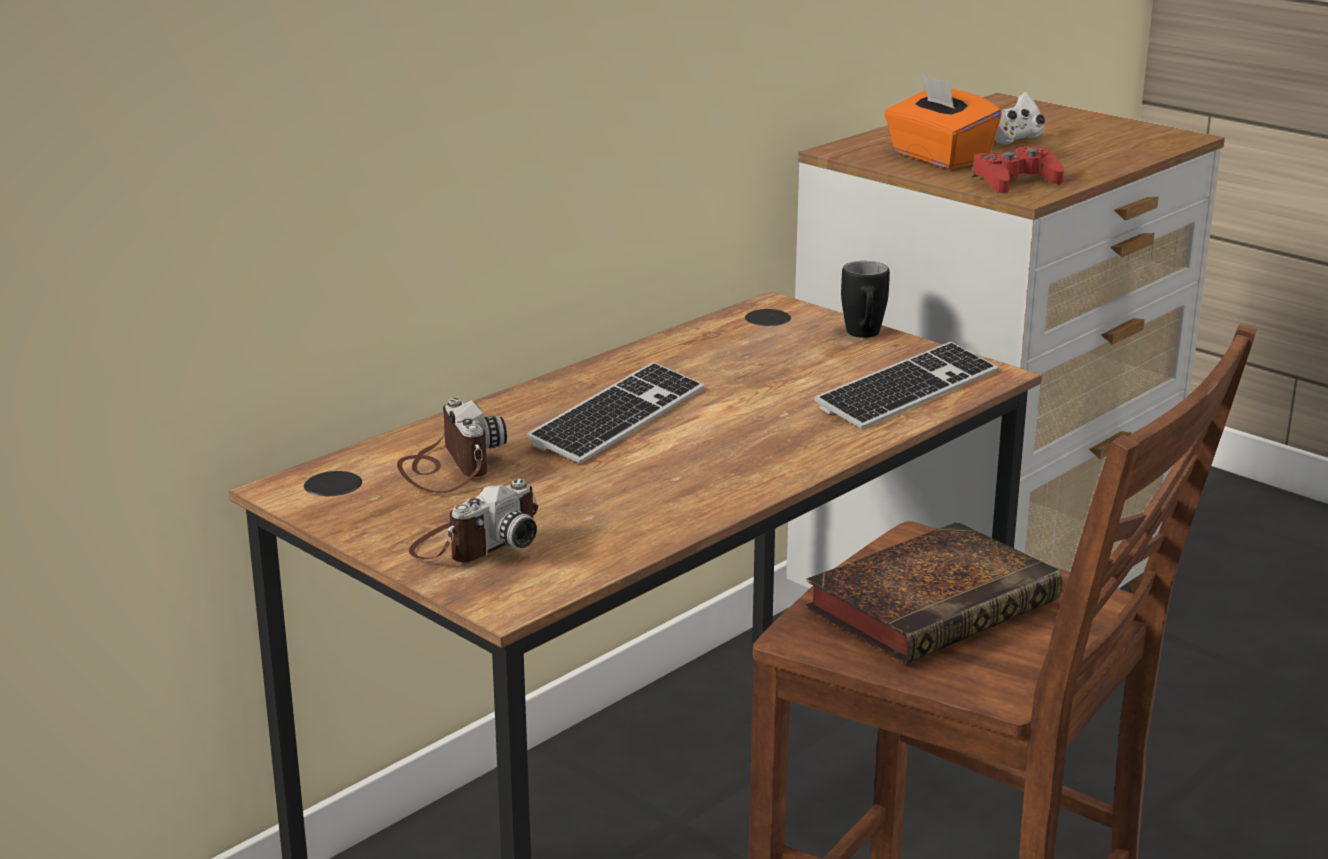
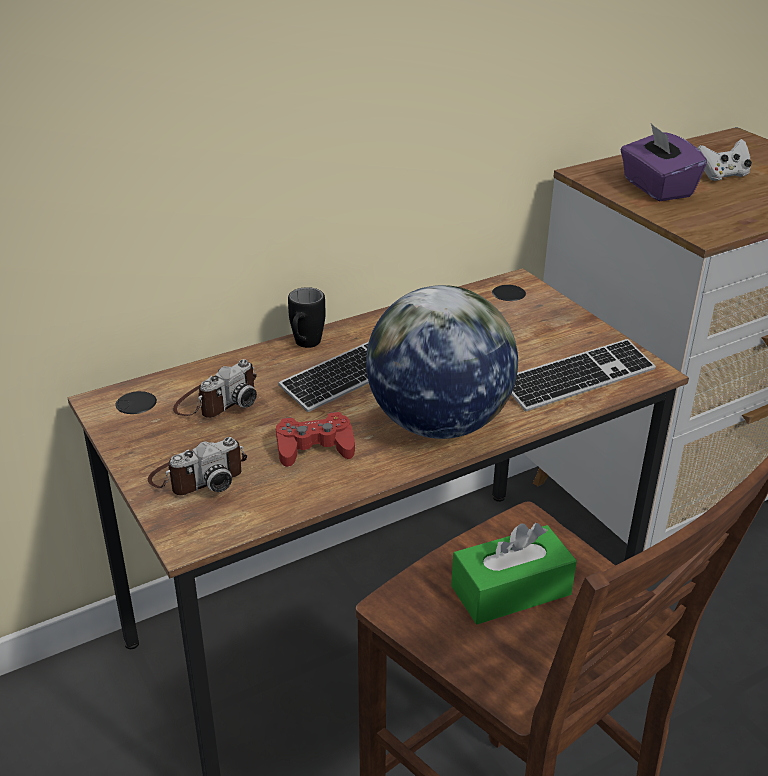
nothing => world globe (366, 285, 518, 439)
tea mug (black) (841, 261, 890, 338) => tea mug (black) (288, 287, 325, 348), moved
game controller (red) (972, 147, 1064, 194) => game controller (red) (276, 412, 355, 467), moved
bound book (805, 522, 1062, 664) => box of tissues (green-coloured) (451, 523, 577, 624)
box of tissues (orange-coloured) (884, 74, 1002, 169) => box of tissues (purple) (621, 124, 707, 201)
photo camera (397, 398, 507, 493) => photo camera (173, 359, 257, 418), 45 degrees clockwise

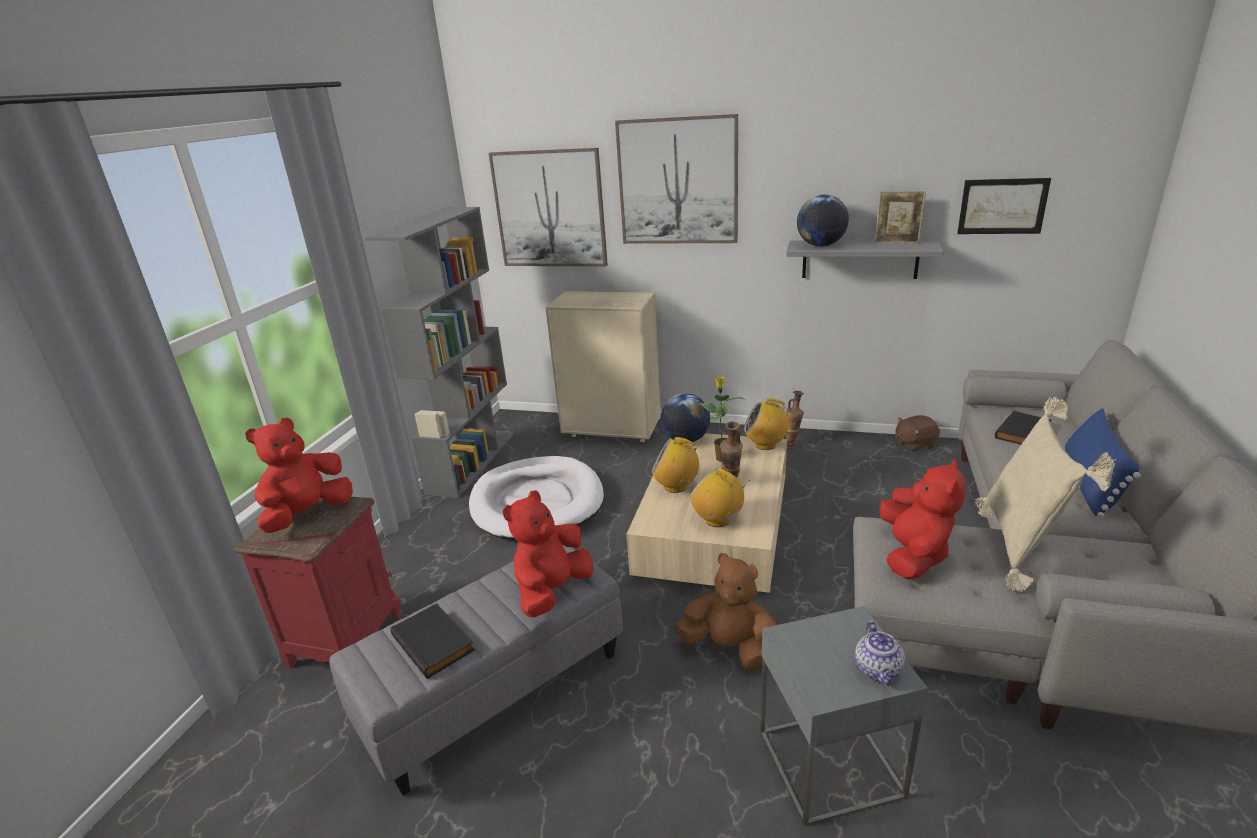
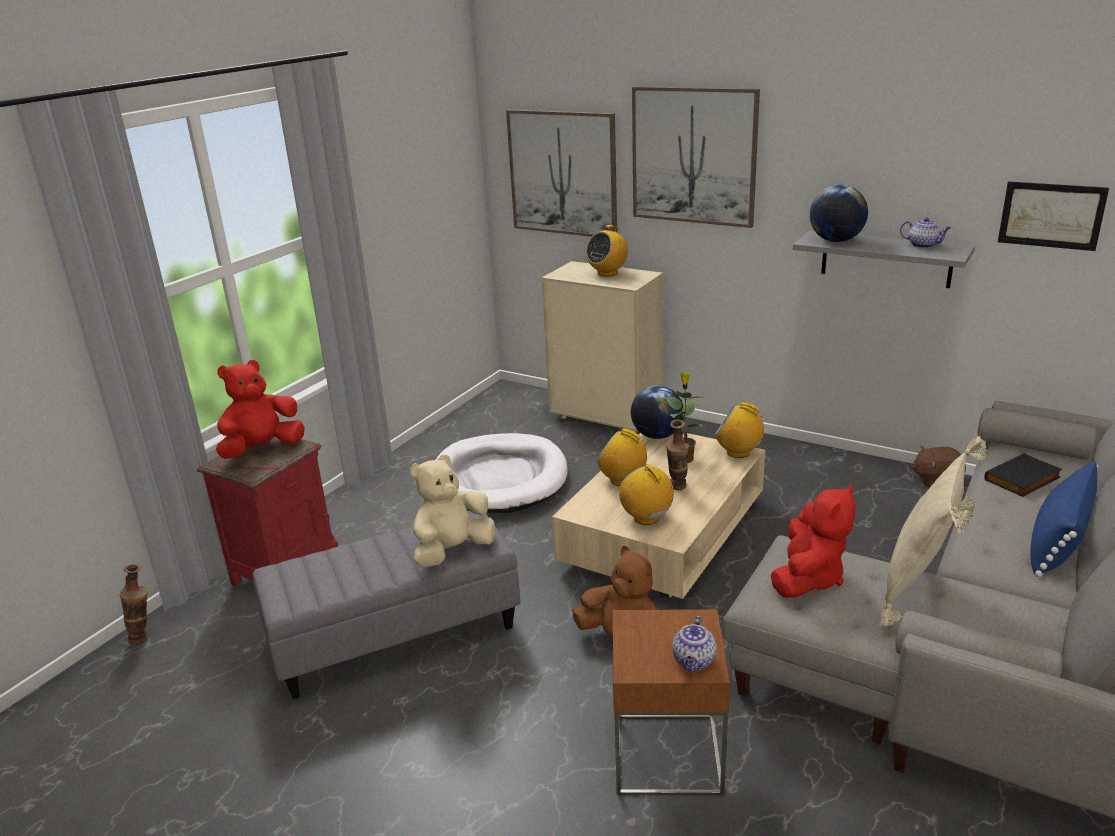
shelving unit (gray) (365, 207, 515, 498) => nothing
bound book (black) (391, 603, 475, 679) => nothing
nothing => radio receiver (586, 225, 628, 276)
vase (784, 391, 804, 449) => vase (120, 564, 148, 644), moved
photo frame (875, 191, 926, 243) => pot for tea (900, 217, 951, 248)
soft toy (red) (503, 490, 593, 618) => soft toy (beige-coloured) (410, 455, 495, 568)
accent table (gray) (760, 606, 928, 826) => accent table (brownish) (612, 609, 730, 796)

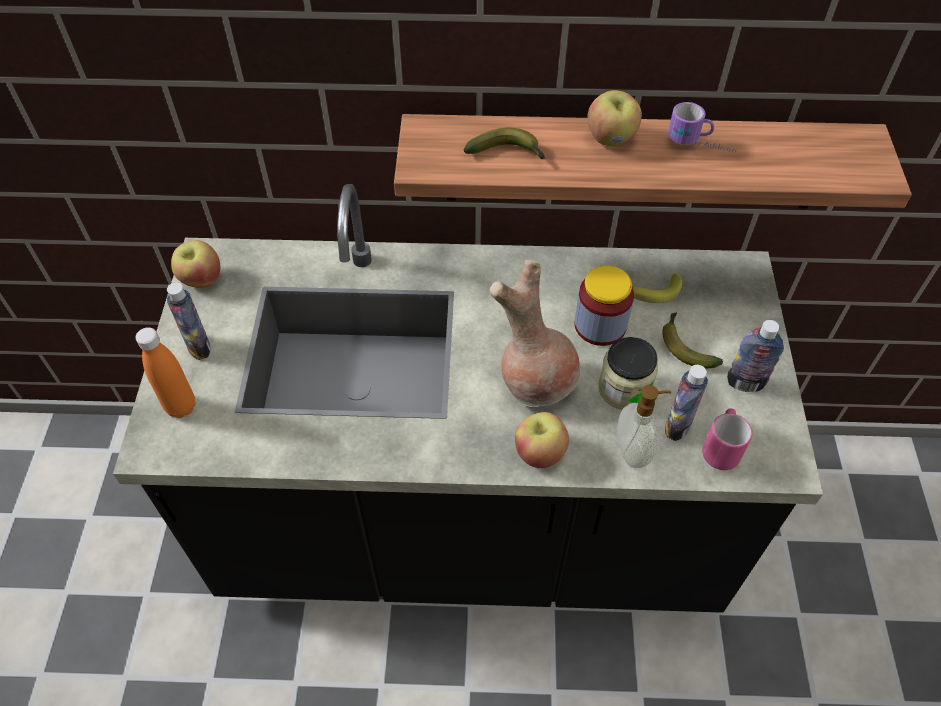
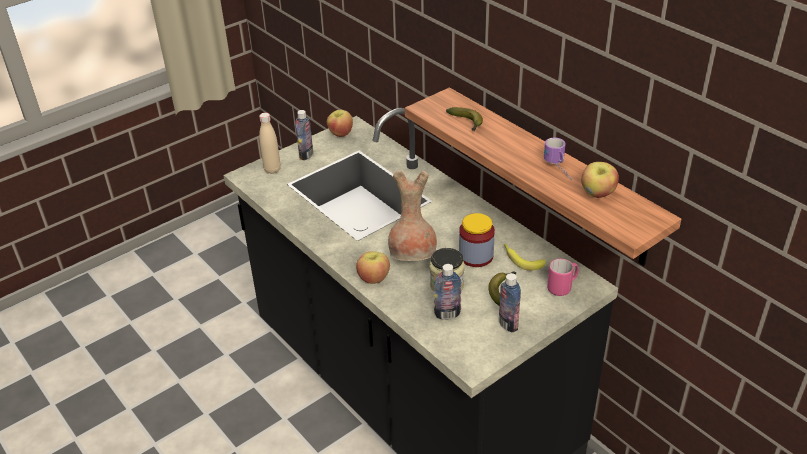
soap dispenser (617, 385, 671, 468) => nothing
whole apple (587, 90, 642, 146) => whole apple (581, 162, 619, 198), moved
tea mug (pink-coloured) (702, 408, 752, 470) => tea mug (pink-coloured) (547, 258, 579, 296), moved
beverage bottle (orange-coloured) (135, 327, 195, 418) => beverage bottle (beige-coloured) (259, 113, 281, 174)

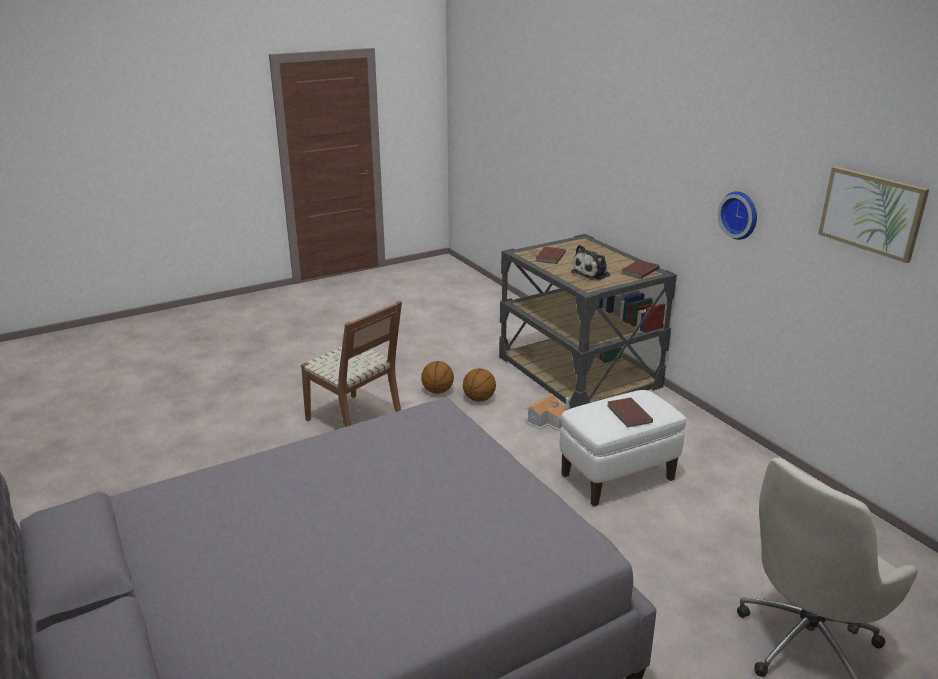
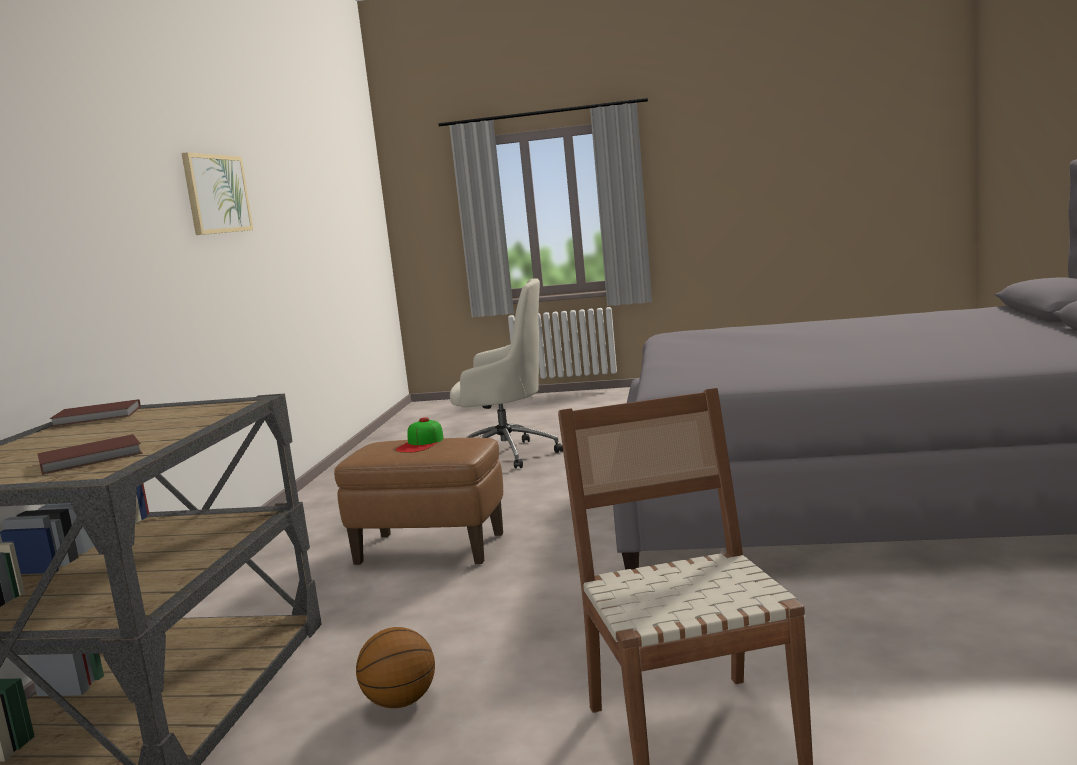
basketball (421, 361, 454, 394) => nothing
miniature house (524, 394, 570, 431) => nothing
soft toy (571, 245, 611, 280) => nothing
clock on the wall (718, 191, 757, 240) => nothing
bound book (brownish) (607, 397, 653, 428) => peaked cap (396, 417, 444, 453)
footrest (white) (560, 390, 686, 506) => footrest (brownish) (334, 438, 503, 565)

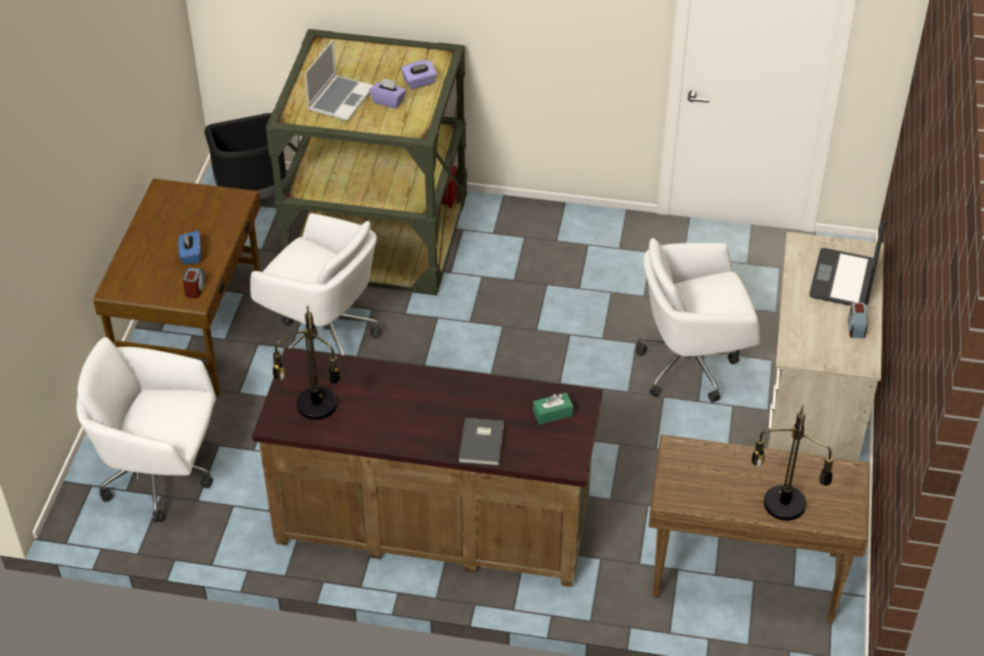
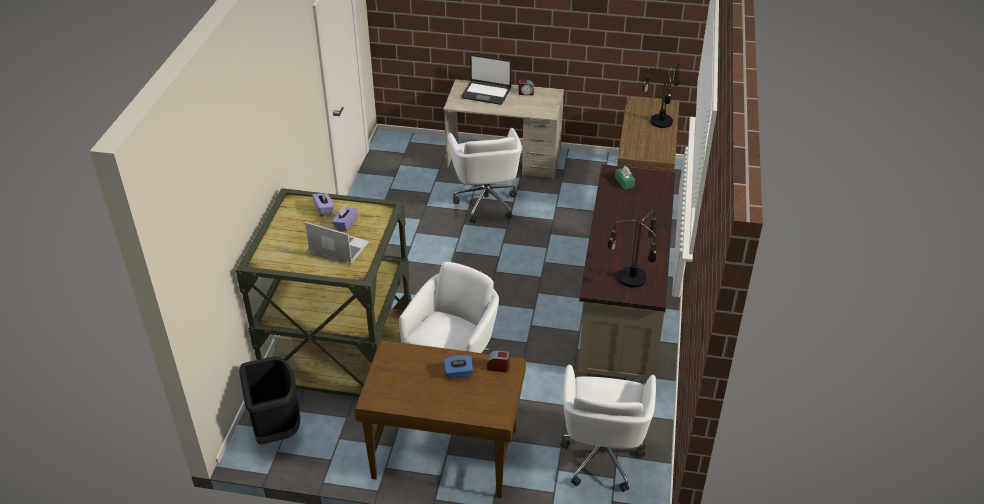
bound book (gray) (458, 418, 504, 466) => nothing

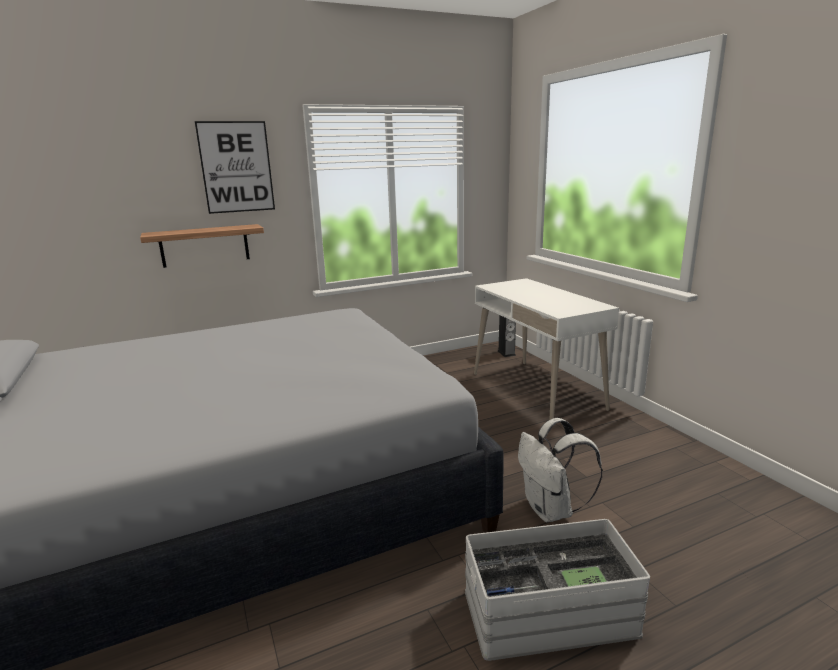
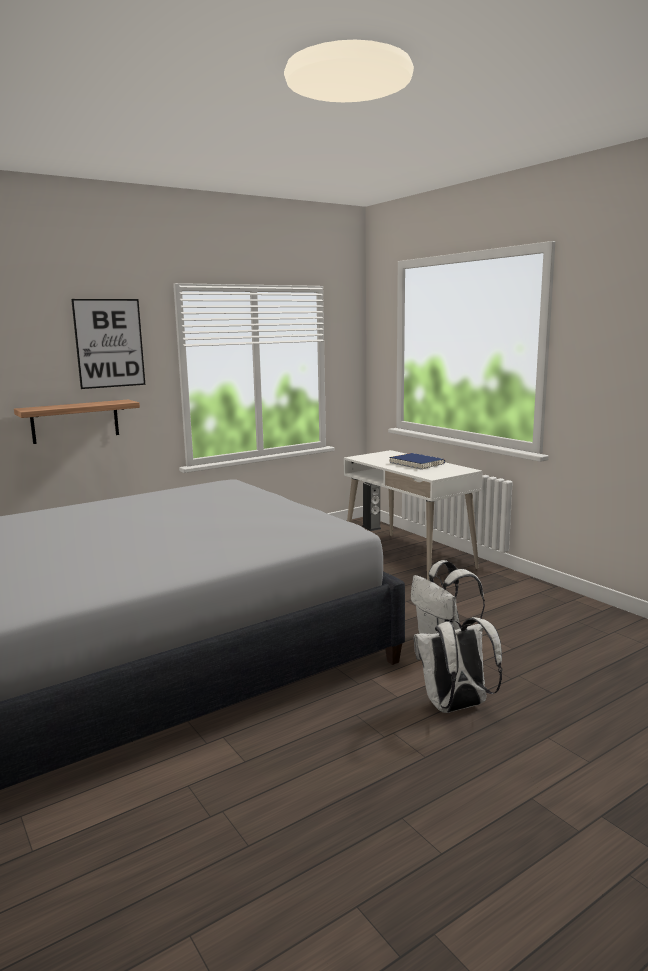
nothing => bound book (blue-coloured) (389, 453, 445, 470)
storage bin (gray) (465, 519, 650, 661) => backpack (white) (414, 617, 502, 713)

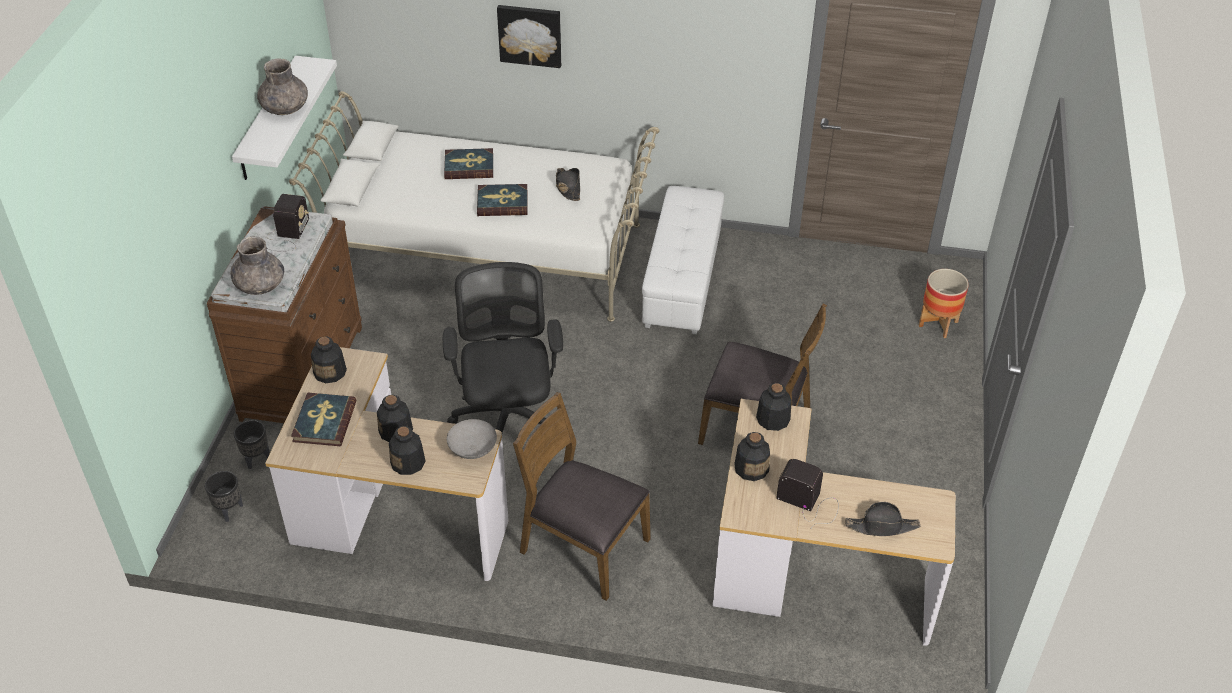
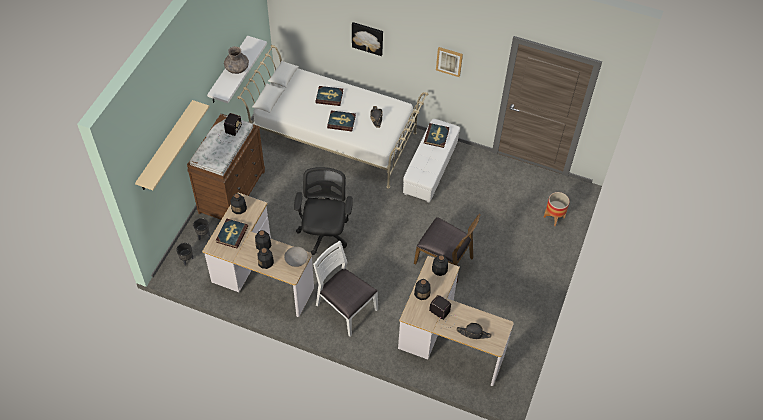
vase (gray) (230, 236, 284, 295) => nothing
nothing => shelf (beige-coloured) (135, 100, 209, 190)
nothing => bound book (424, 123, 450, 148)
nothing => wall picture (436, 47, 463, 77)
chair (brownish) (513, 392, 651, 601) => chair (white) (313, 241, 378, 337)

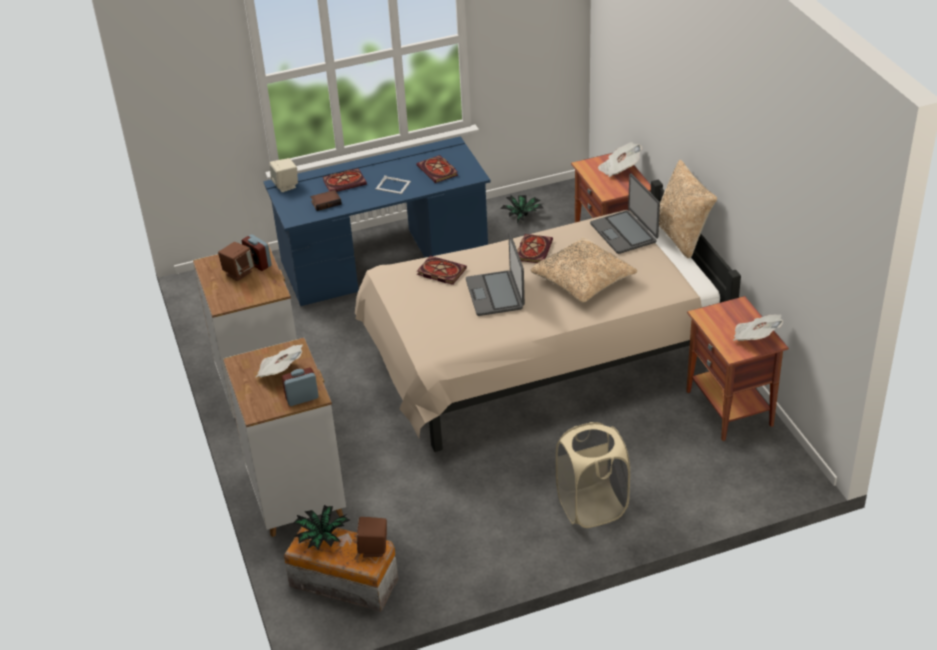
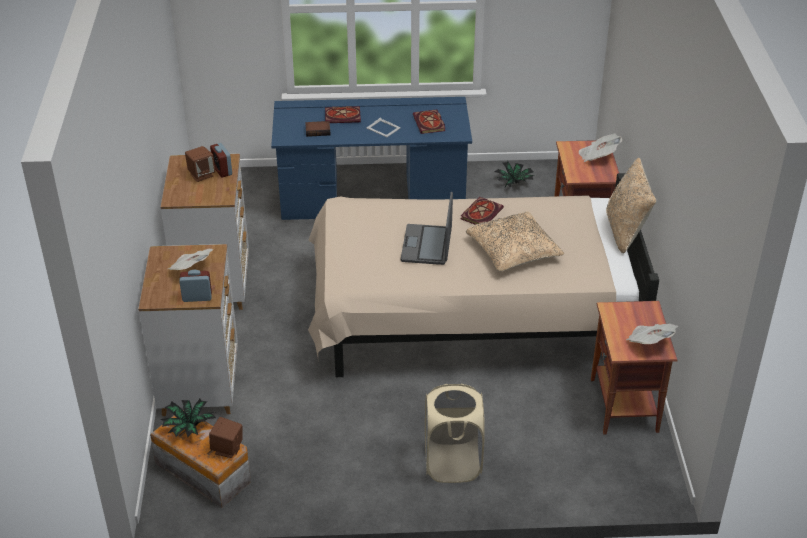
loudspeaker (beige-coloured) (270, 158, 298, 192) => nothing
bound book (417, 256, 467, 285) => nothing
notebook computer (590, 173, 660, 254) => nothing

